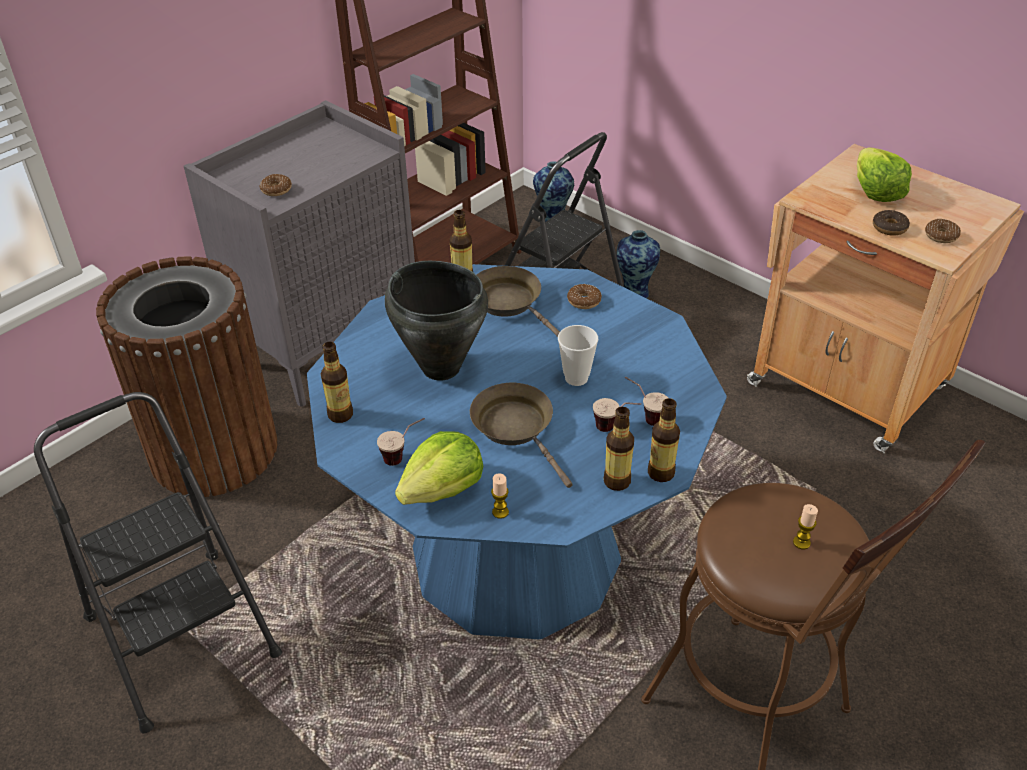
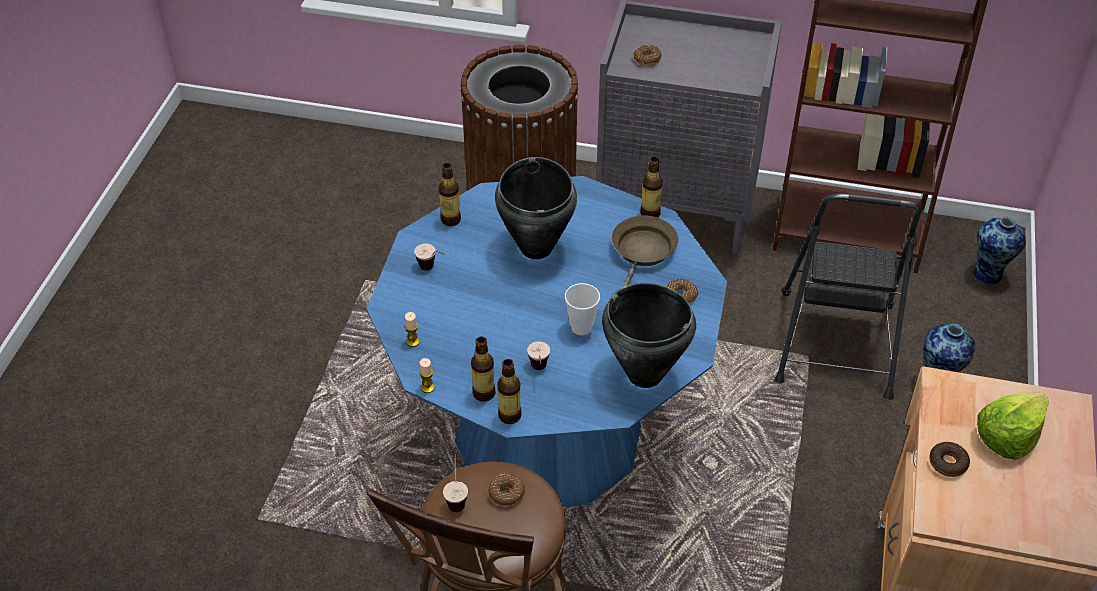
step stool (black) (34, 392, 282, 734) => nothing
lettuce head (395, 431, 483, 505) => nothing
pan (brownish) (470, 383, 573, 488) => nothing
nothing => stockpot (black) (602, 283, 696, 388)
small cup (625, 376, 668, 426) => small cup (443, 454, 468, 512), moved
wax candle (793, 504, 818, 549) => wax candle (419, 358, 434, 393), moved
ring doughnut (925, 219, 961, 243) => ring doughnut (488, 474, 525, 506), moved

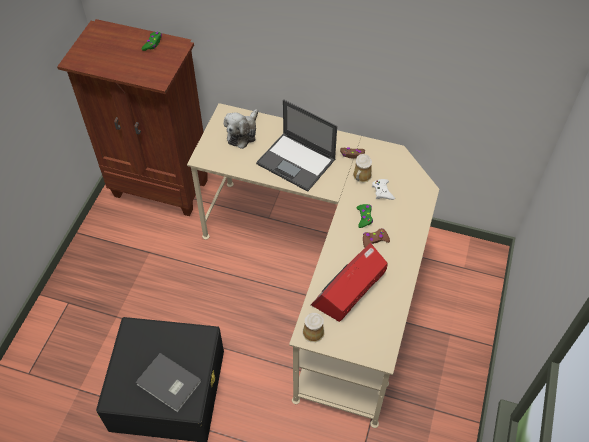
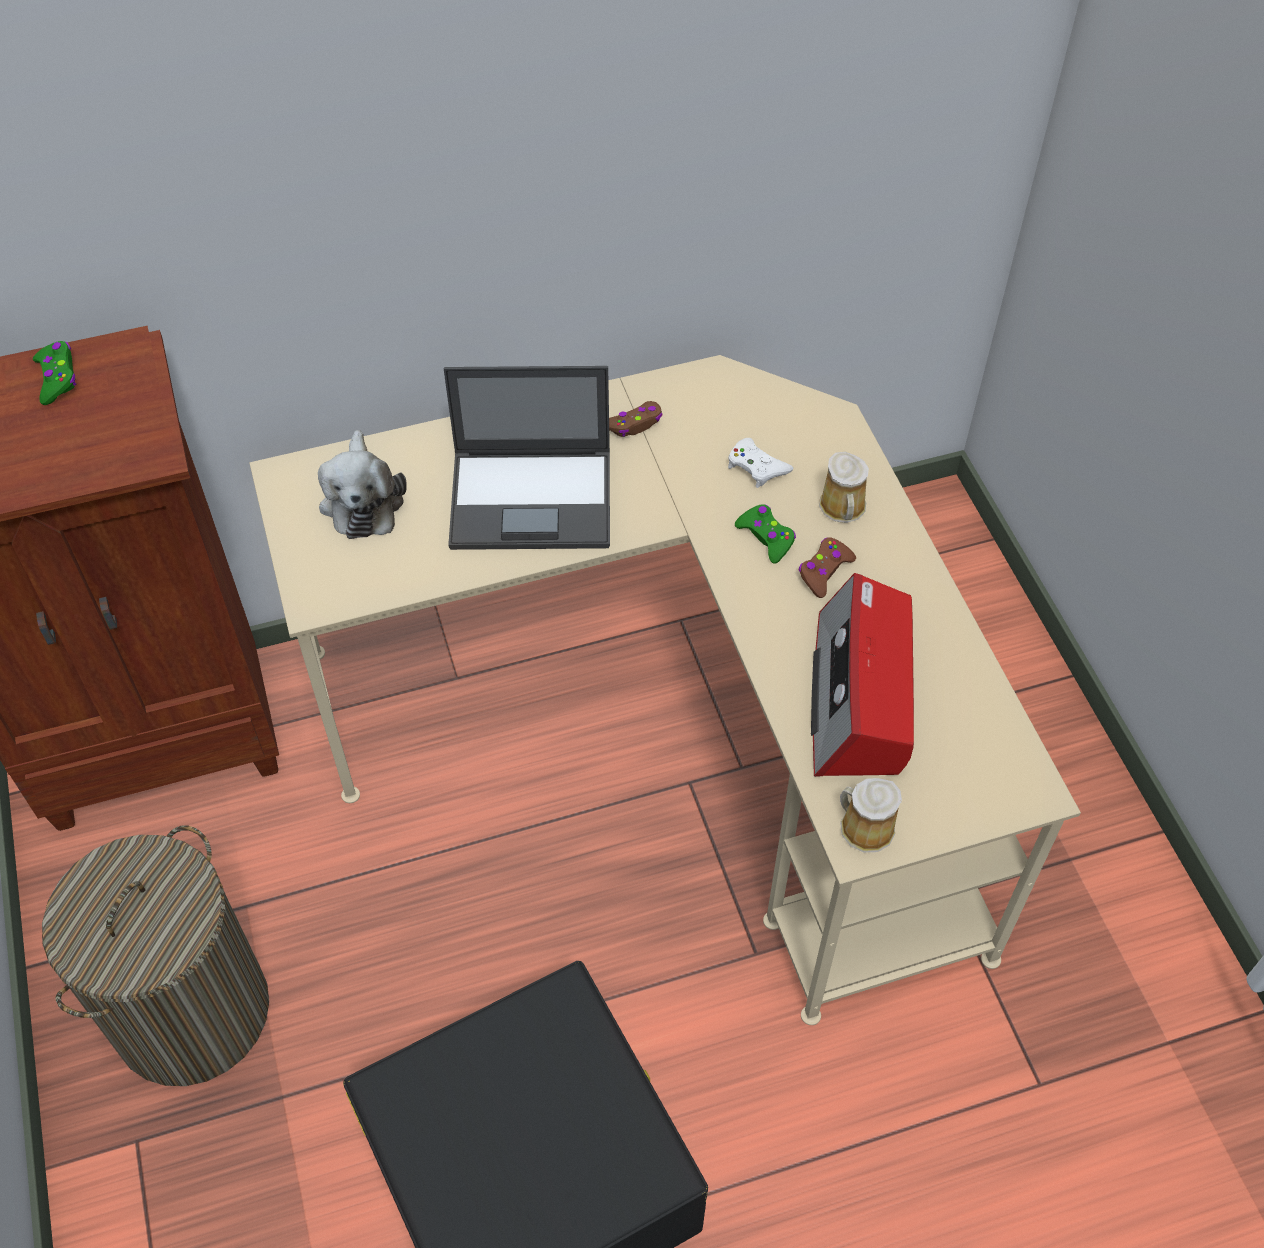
bound book (gray) (136, 353, 202, 412) => nothing
nothing => washing basket (42, 825, 269, 1086)
tea mug (353, 154, 372, 183) => tea mug (819, 452, 869, 523), moved

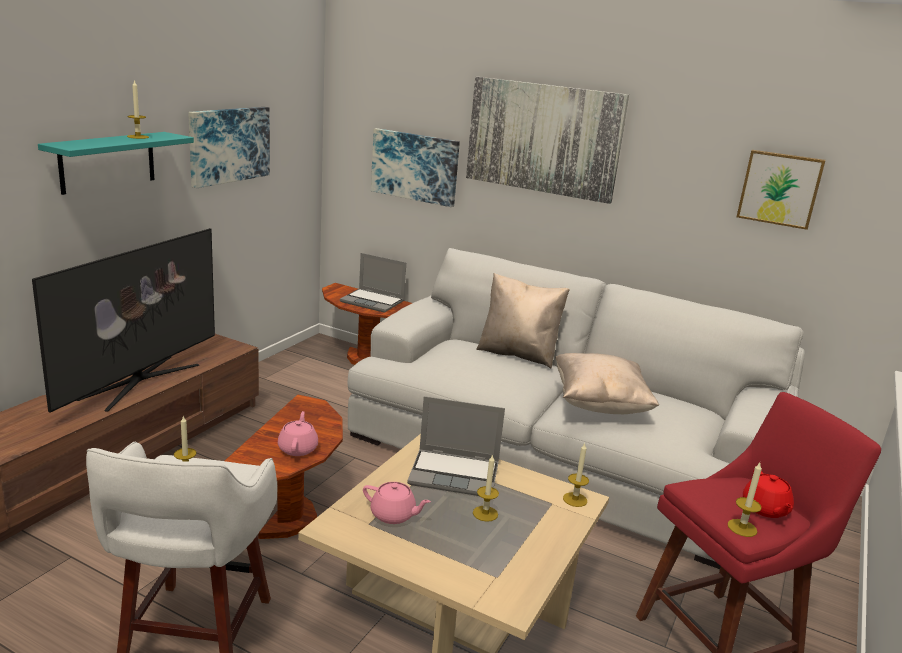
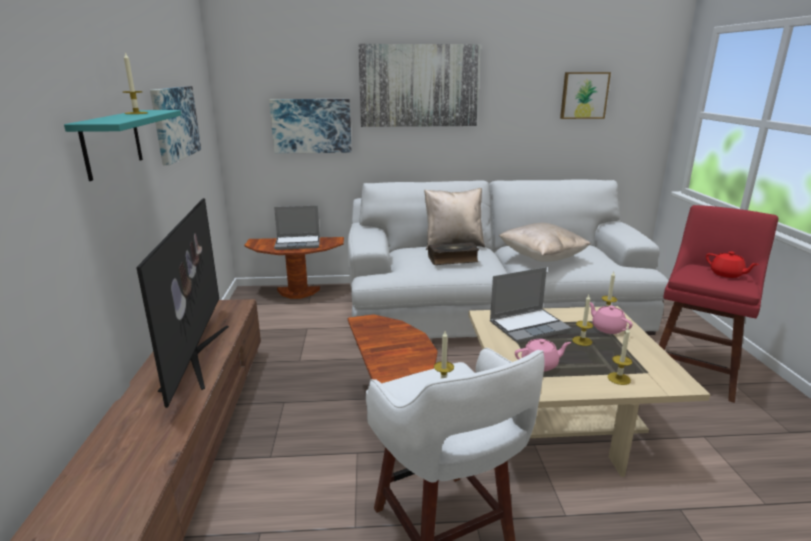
nothing => bound book (428, 242, 479, 265)
pot for tea (pink-coloured) (278, 411, 318, 456) => pot for tea (pink-coloured) (590, 302, 633, 334), moved
wax candle (727, 463, 762, 537) => wax candle (608, 327, 632, 385), moved

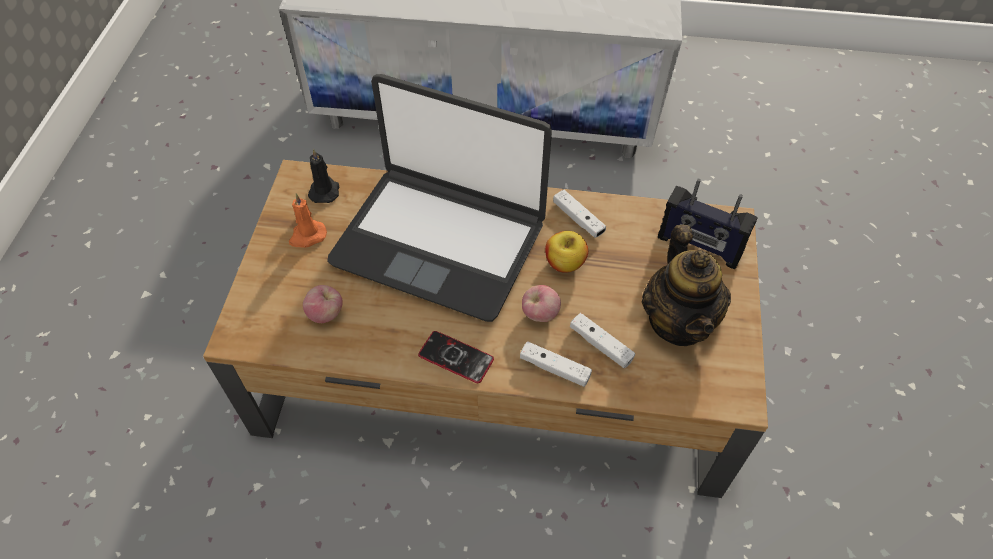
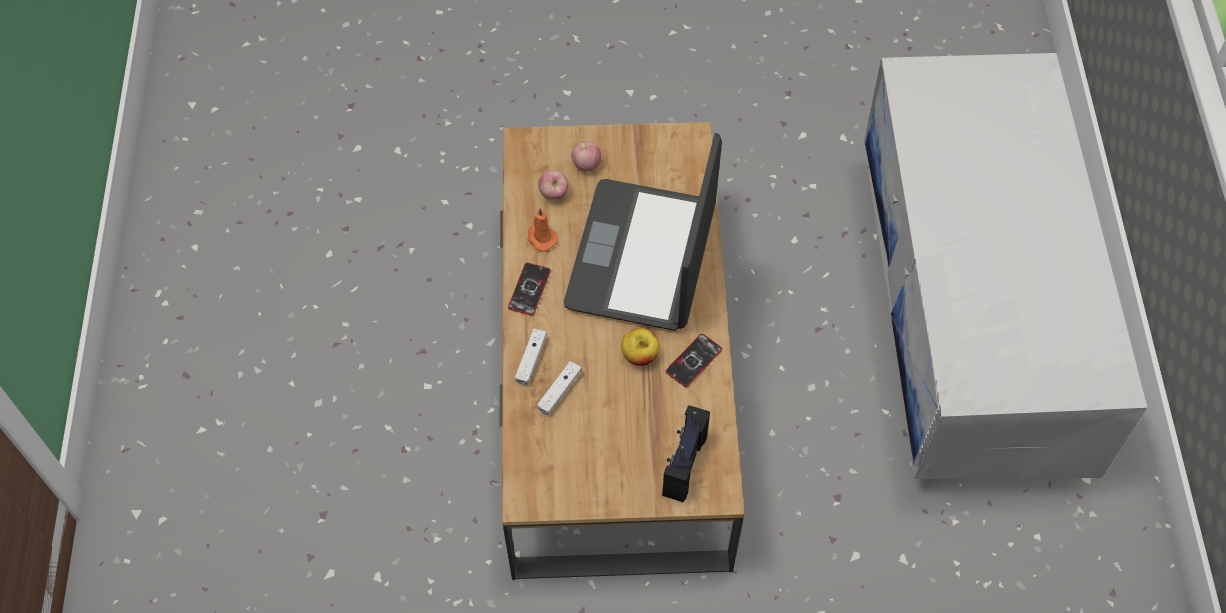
wax candle (black) (308, 149, 339, 203) => nothing
pot for tea (642, 224, 731, 346) => nothing
wax candle (orange-coloured) (289, 193, 327, 248) => wax candle (orange-coloured) (527, 208, 558, 251), moved
whole apple (522, 285, 561, 322) => whole apple (572, 141, 601, 172), moved
game controller (white) (553, 190, 606, 238) => phone (666, 334, 722, 387)

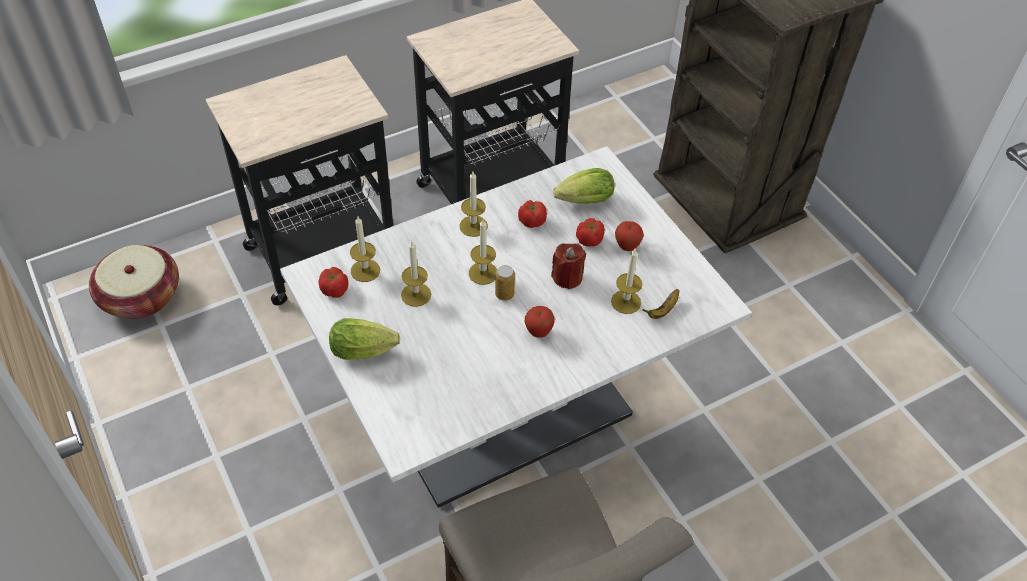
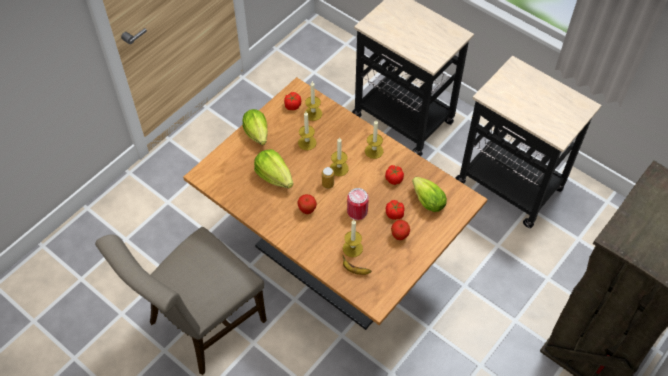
storage basket (89, 245, 179, 319) => nothing
nothing => lettuce head (254, 149, 293, 188)
wax candle (red) (551, 243, 586, 289) => metal can (347, 188, 369, 220)
kitchen table (white) (280, 146, 752, 508) => kitchen table (brownish) (183, 77, 487, 330)

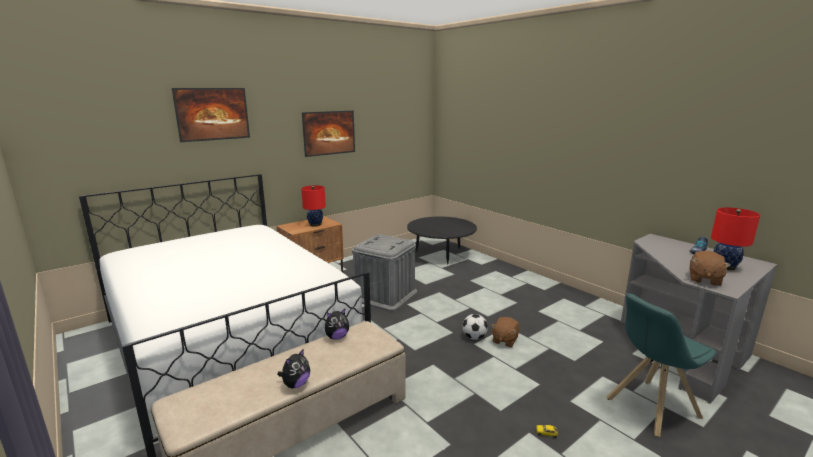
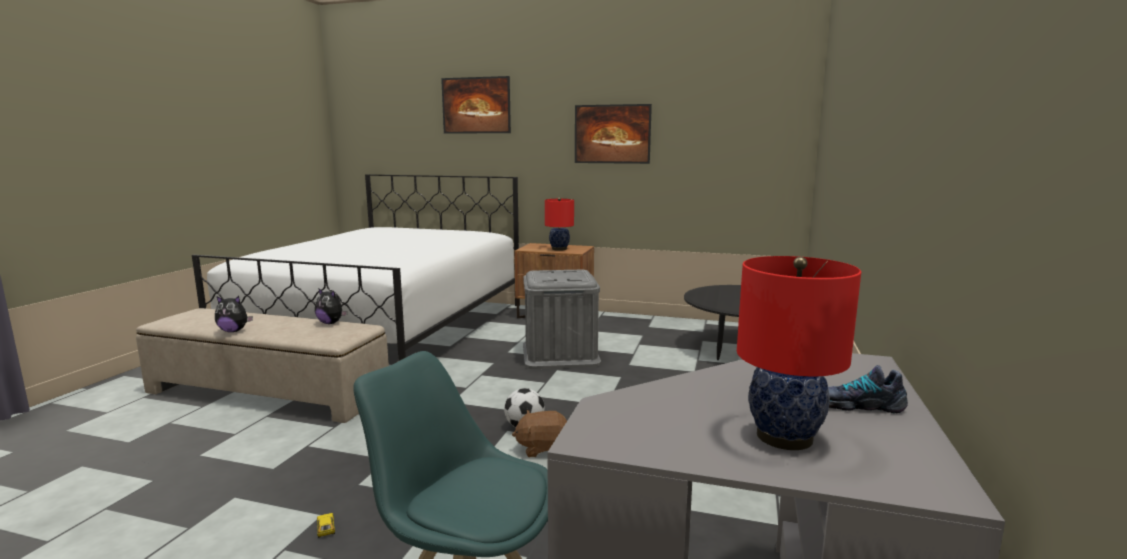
soft toy (brownish) (689, 251, 731, 286) => nothing

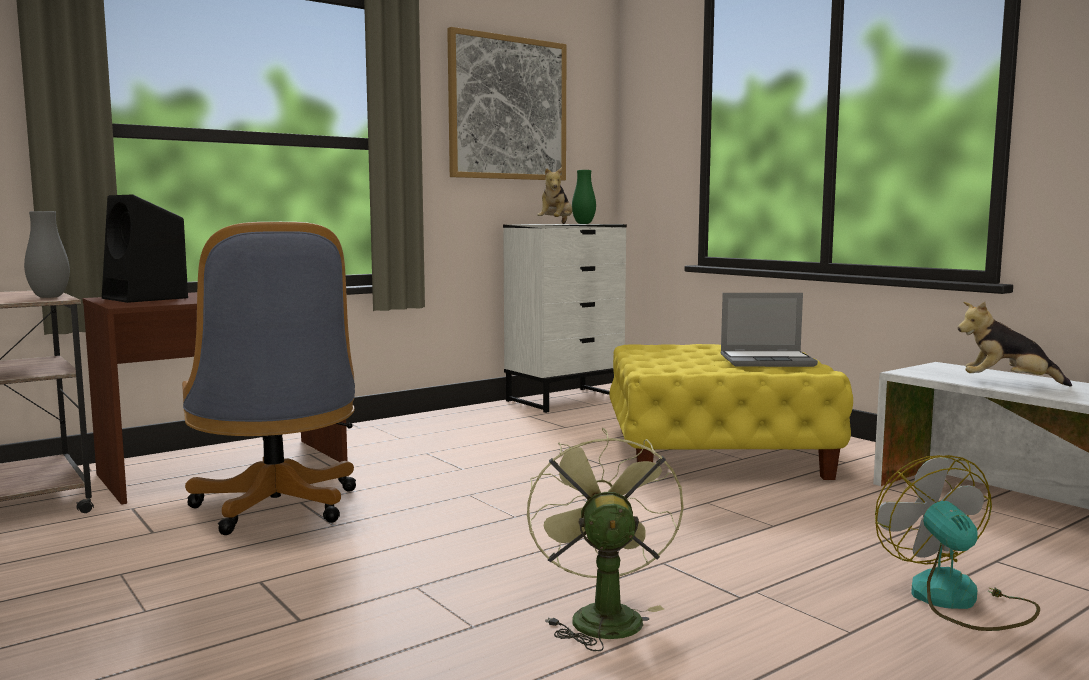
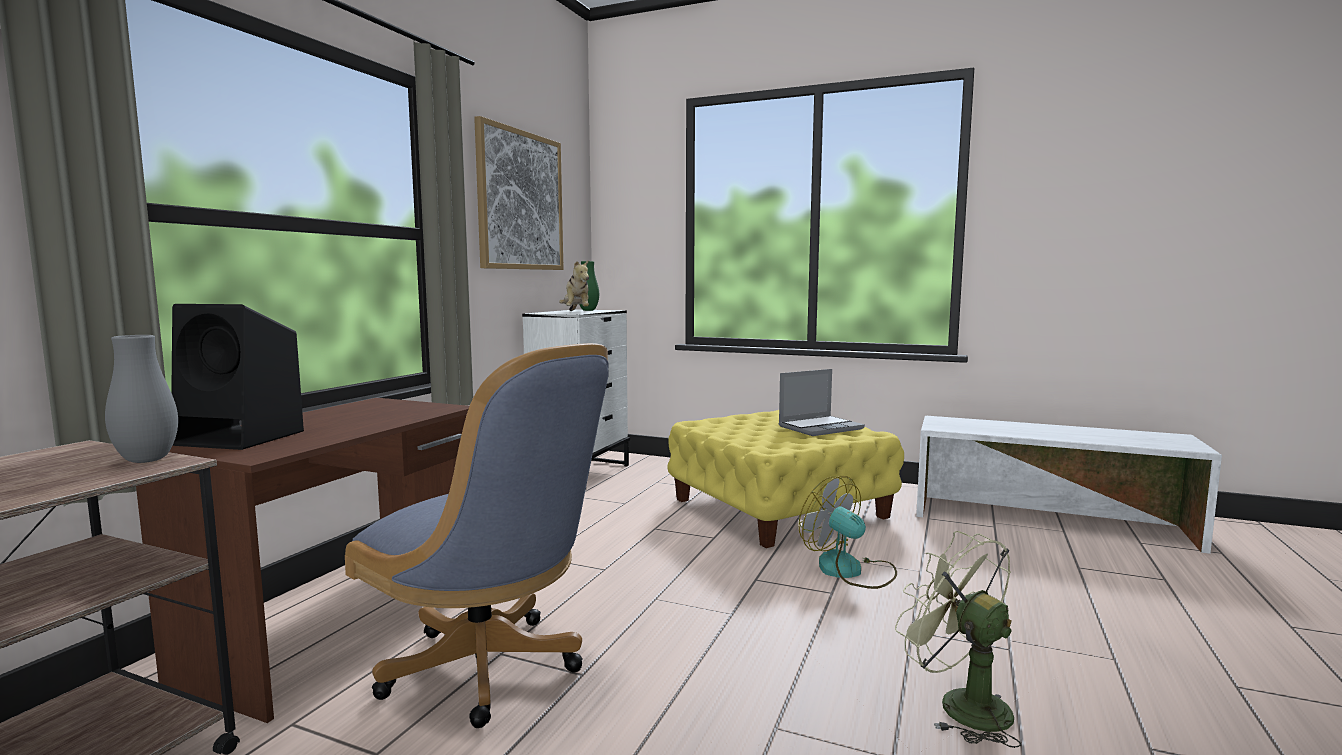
soft toy (958, 302, 1072, 387) => nothing
fan (875, 455, 1040, 631) => fan (798, 476, 897, 589), moved

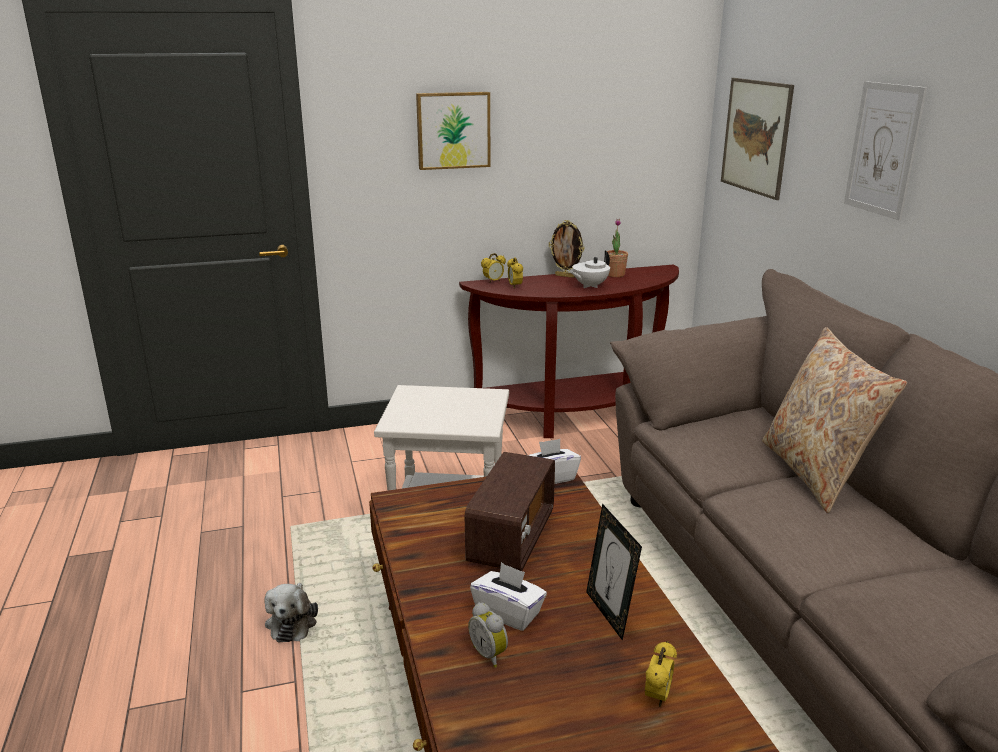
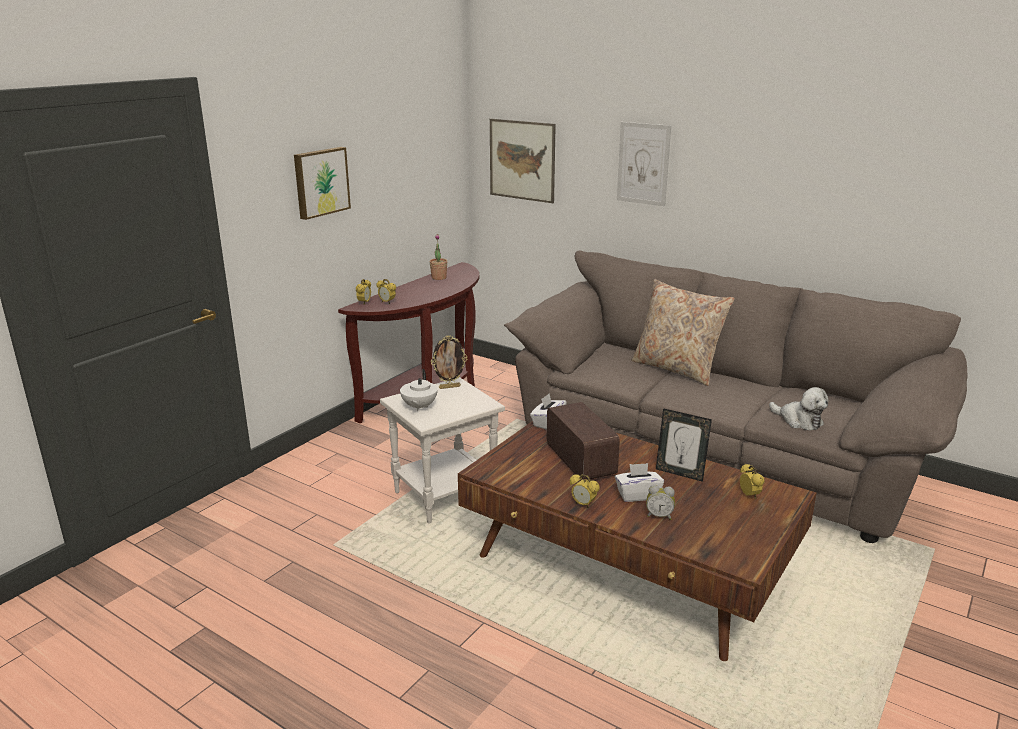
nothing => alarm clock (570, 474, 600, 508)
soft toy (265, 583, 318, 642) => soft toy (769, 387, 829, 430), moved
photo frame (549, 220, 584, 278) => photo frame (431, 335, 467, 389), moved
pot for tea (white) (571, 251, 610, 288) => pot for tea (white) (400, 369, 438, 411), moved

